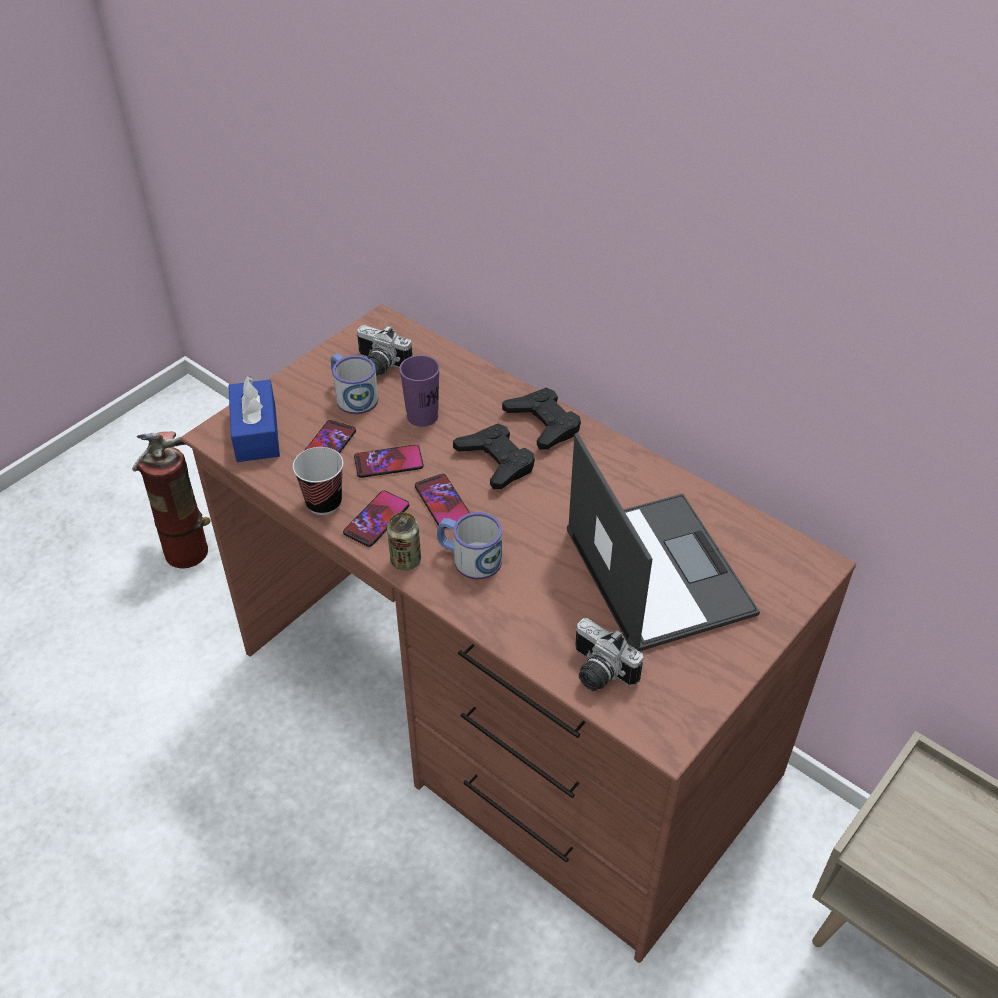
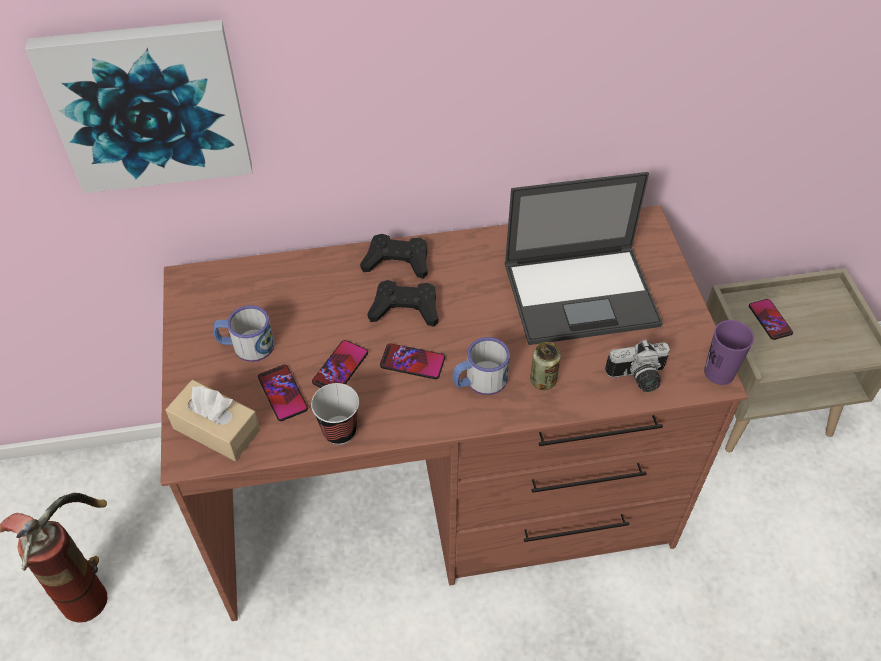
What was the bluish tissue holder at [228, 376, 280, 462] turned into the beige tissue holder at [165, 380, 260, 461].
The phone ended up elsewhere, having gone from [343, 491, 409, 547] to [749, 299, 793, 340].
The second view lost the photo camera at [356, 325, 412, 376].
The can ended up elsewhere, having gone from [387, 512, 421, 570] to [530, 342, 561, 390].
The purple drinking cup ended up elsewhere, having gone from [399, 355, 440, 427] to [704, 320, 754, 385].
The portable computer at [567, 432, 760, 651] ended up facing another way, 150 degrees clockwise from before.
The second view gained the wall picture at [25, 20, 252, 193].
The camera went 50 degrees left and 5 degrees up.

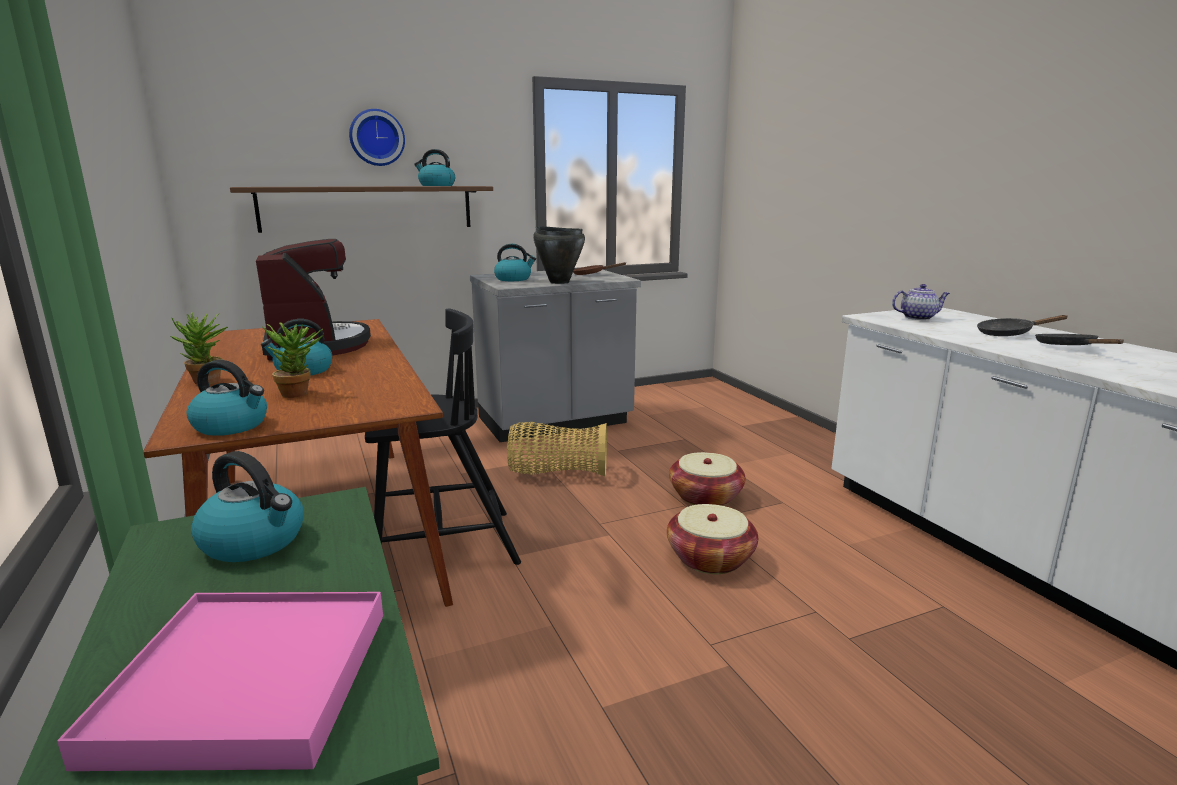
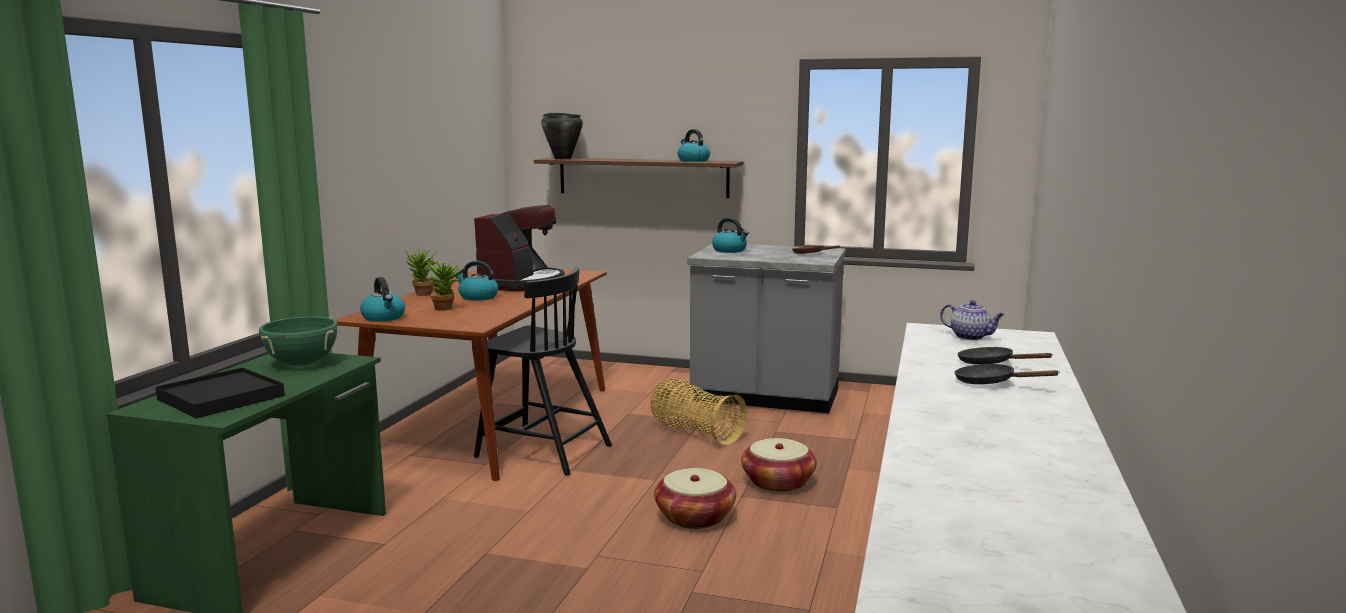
What was the pink tray at [57, 592, 383, 771] turned into the black tray at [155, 367, 285, 418].
Where the kettle stood at [191, 451, 303, 562], the green saucepot came to stand at [259, 316, 338, 366].
The second view lost the clock on the wall at [349, 109, 405, 166].
The black saucepot ended up elsewhere, having gone from [533, 226, 585, 284] to [541, 113, 583, 159].
The black skillet at [1035, 334, 1124, 345] ended up facing another way, 90 degrees counterclockwise from before.
The camera went 40 degrees right and 5 degrees down.

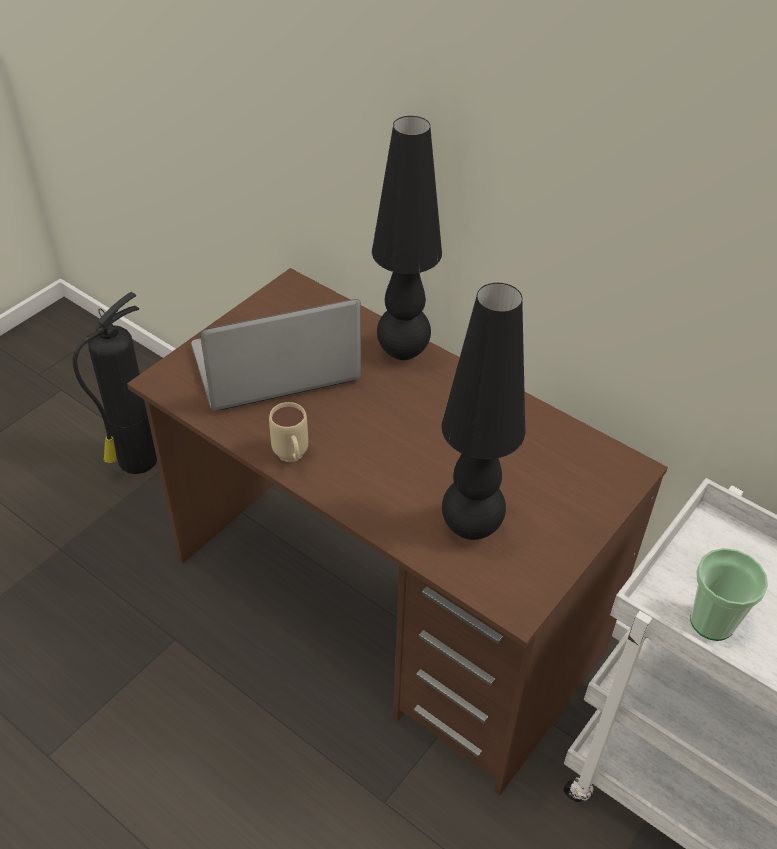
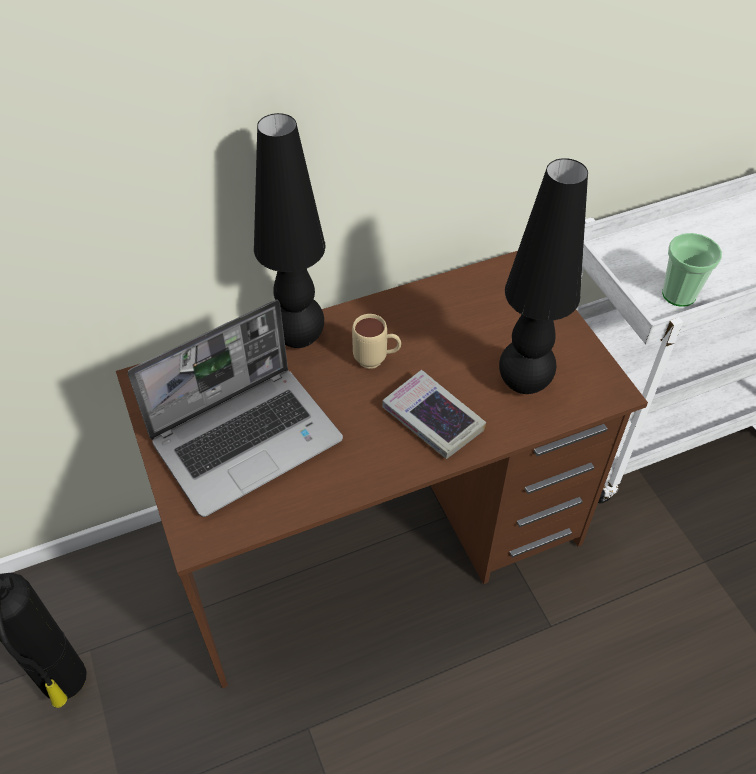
The portable computer at [191, 299, 361, 411] ended up facing another way, 135 degrees counterclockwise from before.
The beige mug ended up elsewhere, having gone from [269, 402, 308, 462] to [352, 314, 401, 369].
The second view gained the book at [382, 370, 486, 459].
The camera went 60 degrees left and 5 degrees up.

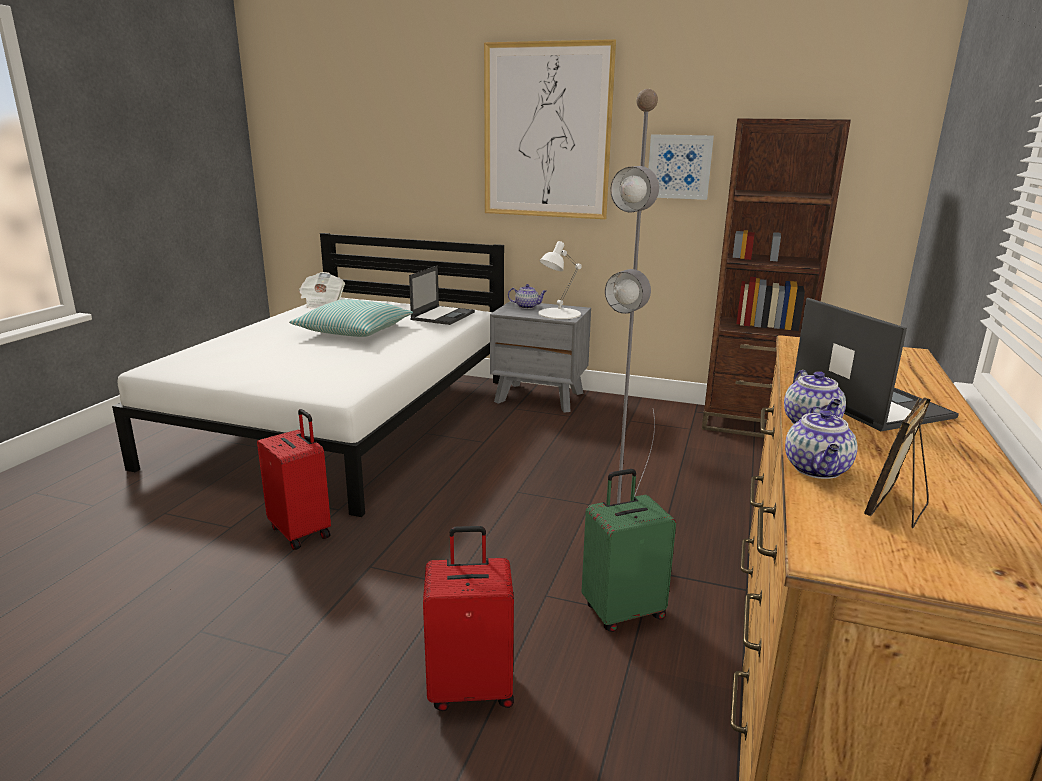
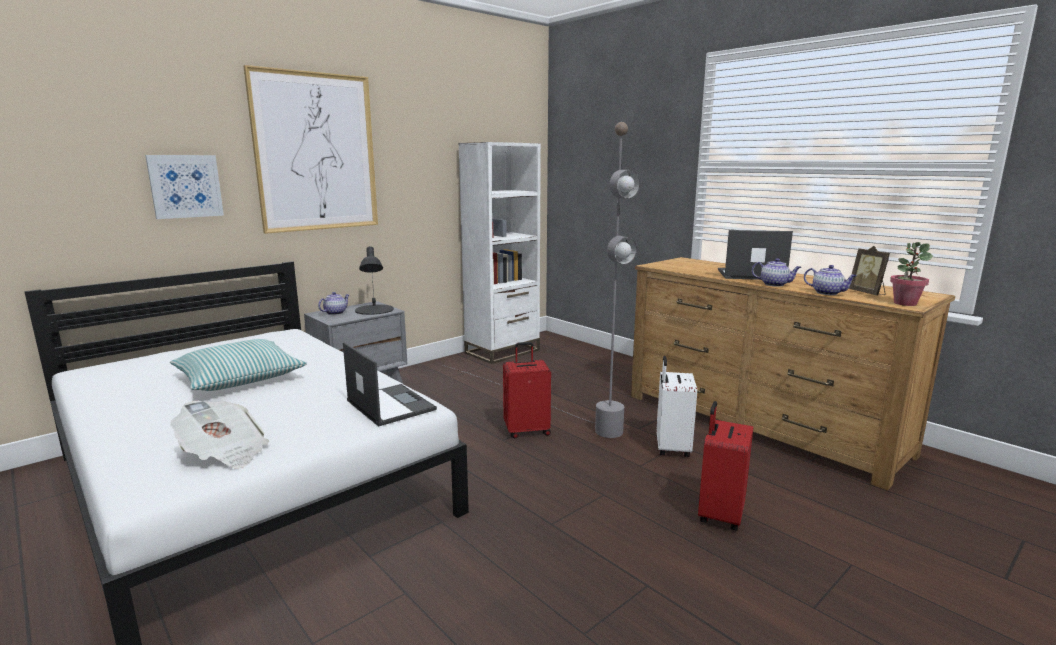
The red suitcase ended up elsewhere, having gone from [257, 409, 331, 550] to [503, 342, 551, 438].
The daily paper ended up elsewhere, having gone from [299, 272, 345, 309] to [170, 400, 269, 469].
The portable computer ended up elsewhere, having gone from [409, 266, 475, 325] to [343, 342, 437, 427].
What was the whitish tabletop lamp at [538, 241, 582, 319] turned into the black tabletop lamp at [355, 246, 394, 315].
What was the green suitcase at [582, 469, 676, 632] turned into the whitish suitcase at [657, 356, 697, 457].
The wall picture ended up elsewhere, having gone from [649, 134, 714, 200] to [145, 155, 224, 219].
What was the brown-coloured bookshelf at [702, 119, 851, 438] turned into the whitish bookshelf at [458, 142, 541, 364].
The second view gained the plant in a pot at [890, 242, 933, 306].
The camera went 60 degrees left and 5 degrees down.

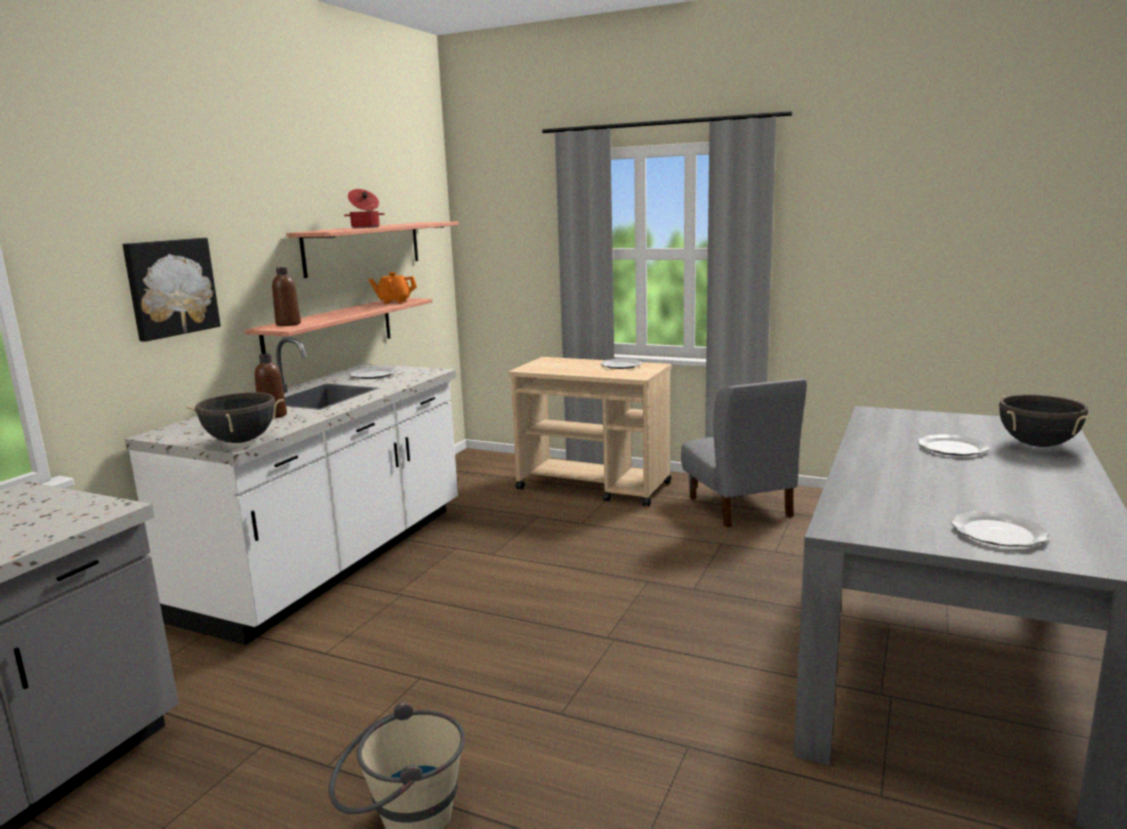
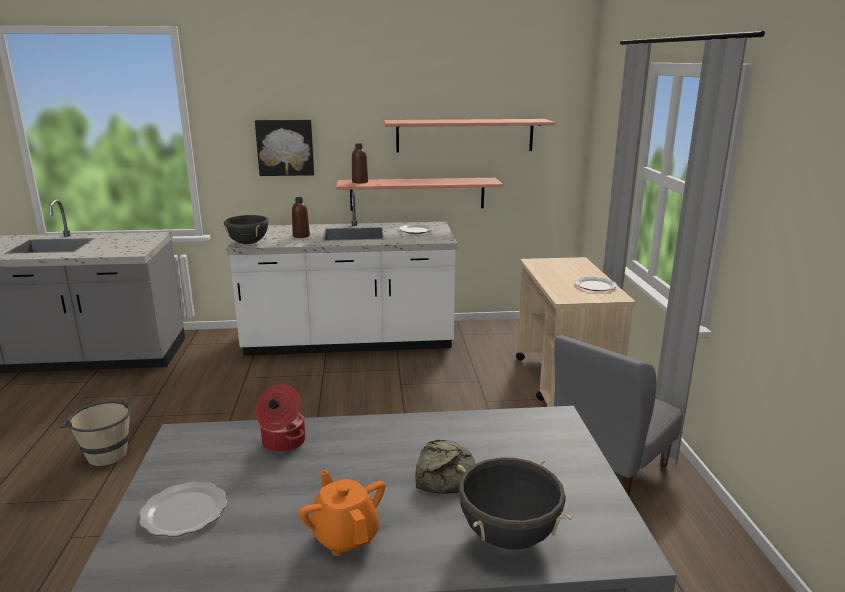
The saucepot ended up elsewhere, having gone from [344, 189, 385, 228] to [256, 384, 305, 453].
The orange-coloured tea pot ended up elsewhere, having gone from [368, 272, 417, 304] to [298, 470, 385, 556].
Where the plate stood at [918, 435, 989, 456], the baked bread came to stand at [415, 439, 476, 494].
The camera went 60 degrees right and 5 degrees up.

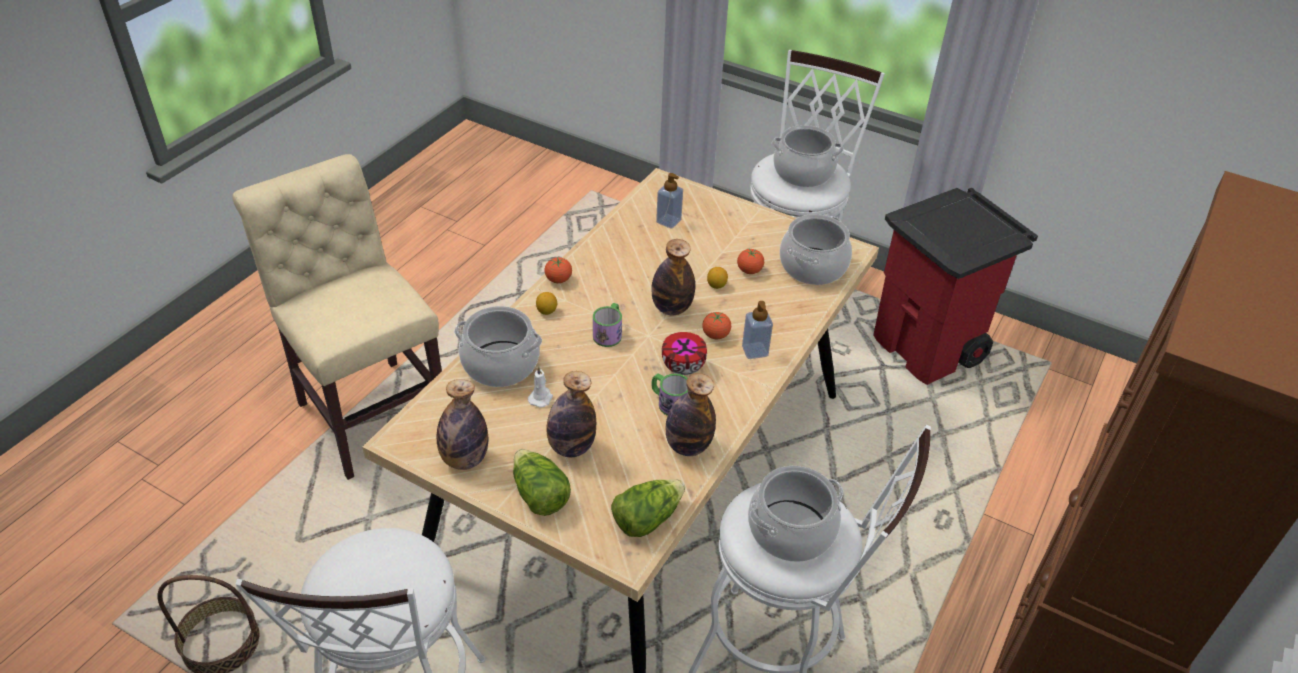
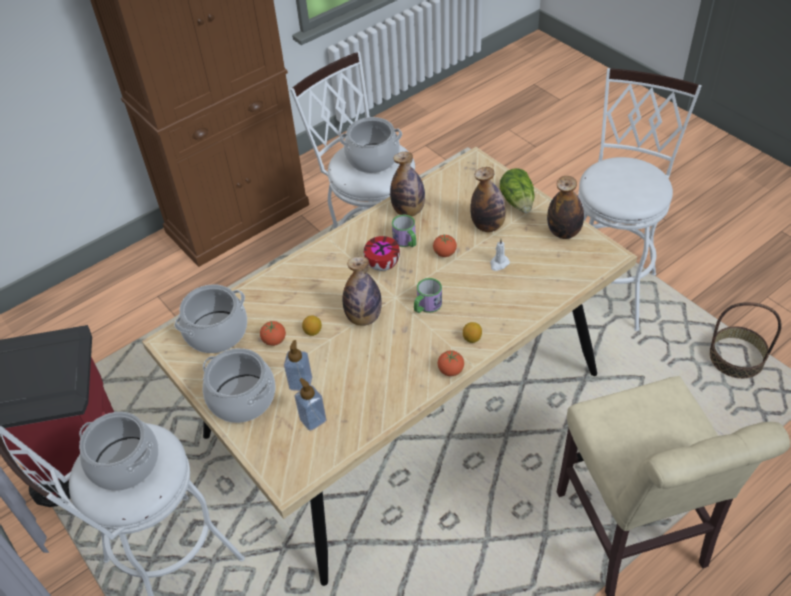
The saucepot ended up elsewhere, having gone from [454, 306, 542, 387] to [203, 348, 275, 423].
The second view lost the lettuce head at [611, 479, 685, 537].
The whole tomato ended up elsewhere, having gone from [702, 312, 731, 339] to [433, 235, 457, 257].
The liquid soap bottle ended up elsewhere, having gone from [742, 301, 773, 359] to [284, 340, 312, 391].
The camera went 155 degrees left and 5 degrees up.

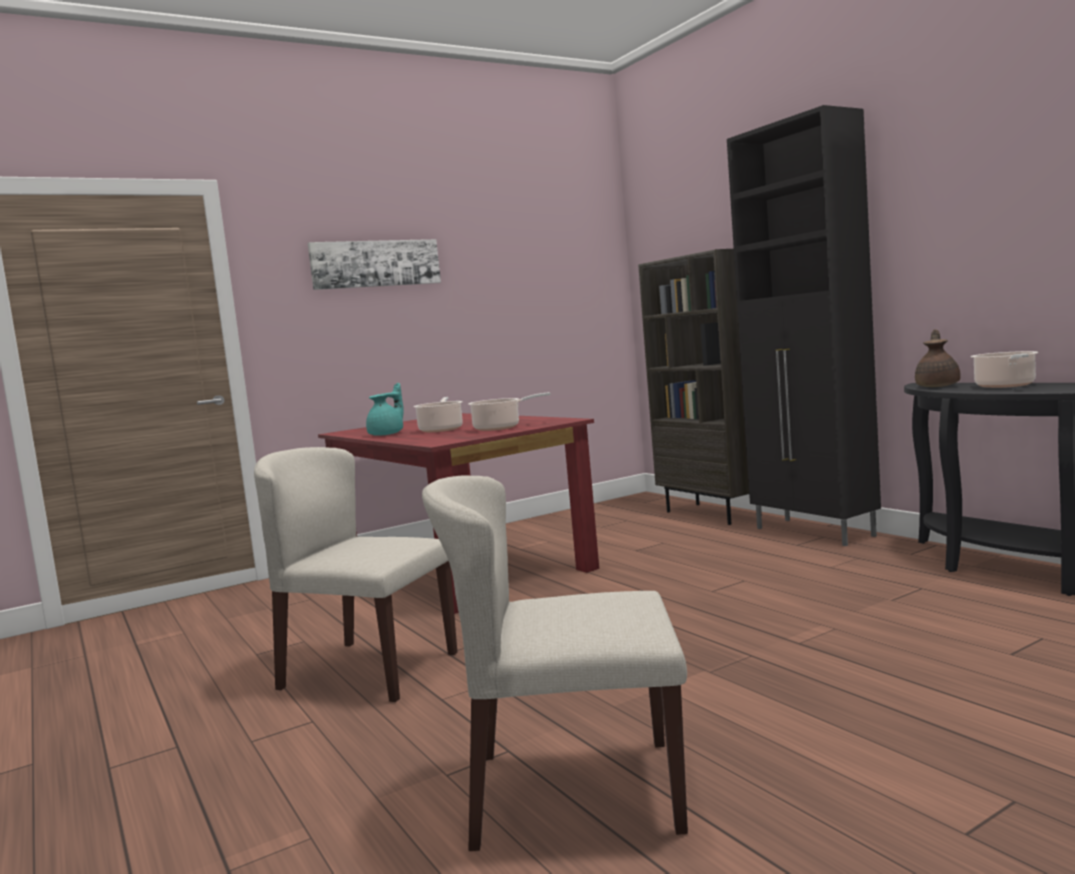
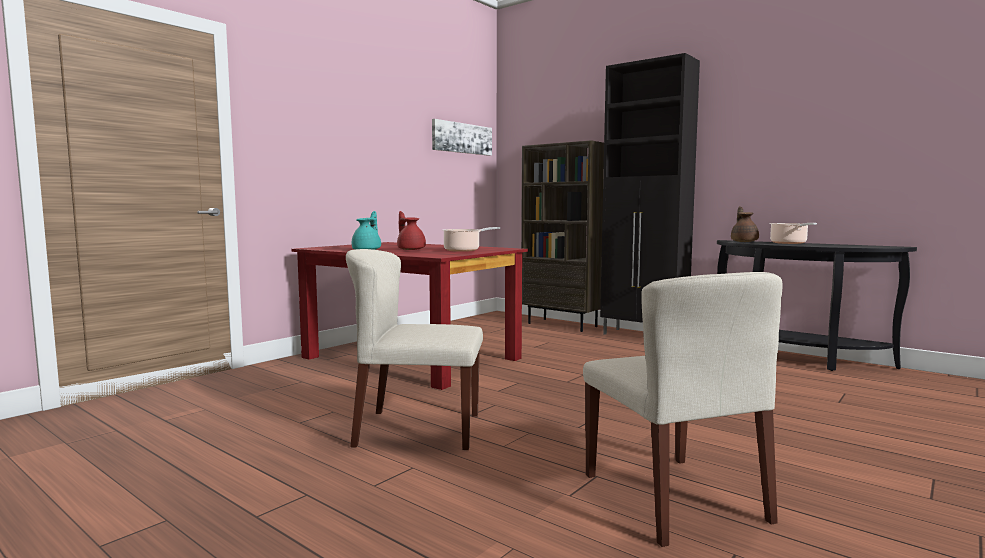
The wall picture ended up elsewhere, having gone from [308, 239, 441, 290] to [432, 119, 492, 156].
Where the saucepot stood at [413, 397, 463, 432], the red tea pot came to stand at [397, 211, 426, 250].
The beige chair at [422, 475, 688, 851] ended up facing another way, 90 degrees counterclockwise from before.
The camera went 20 degrees left and 0 degrees up.

